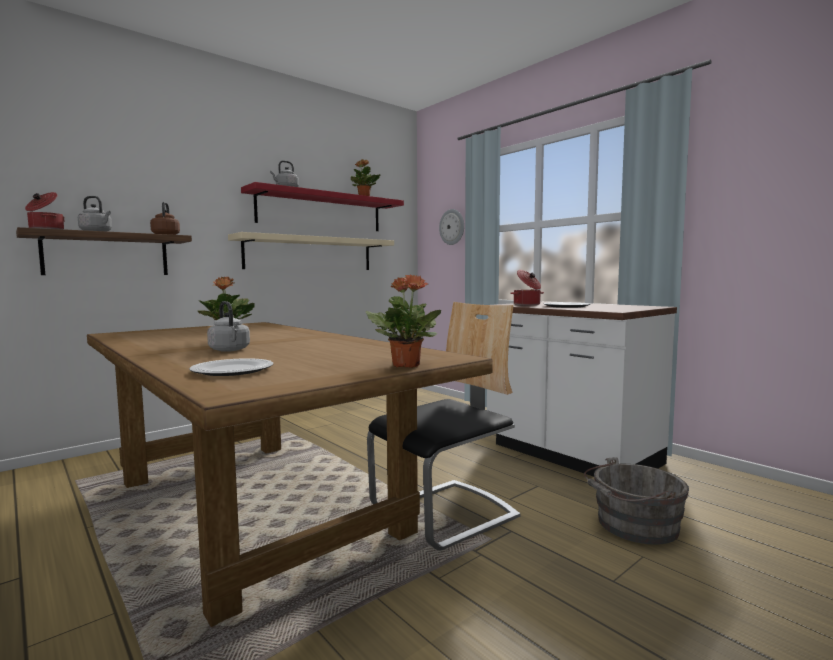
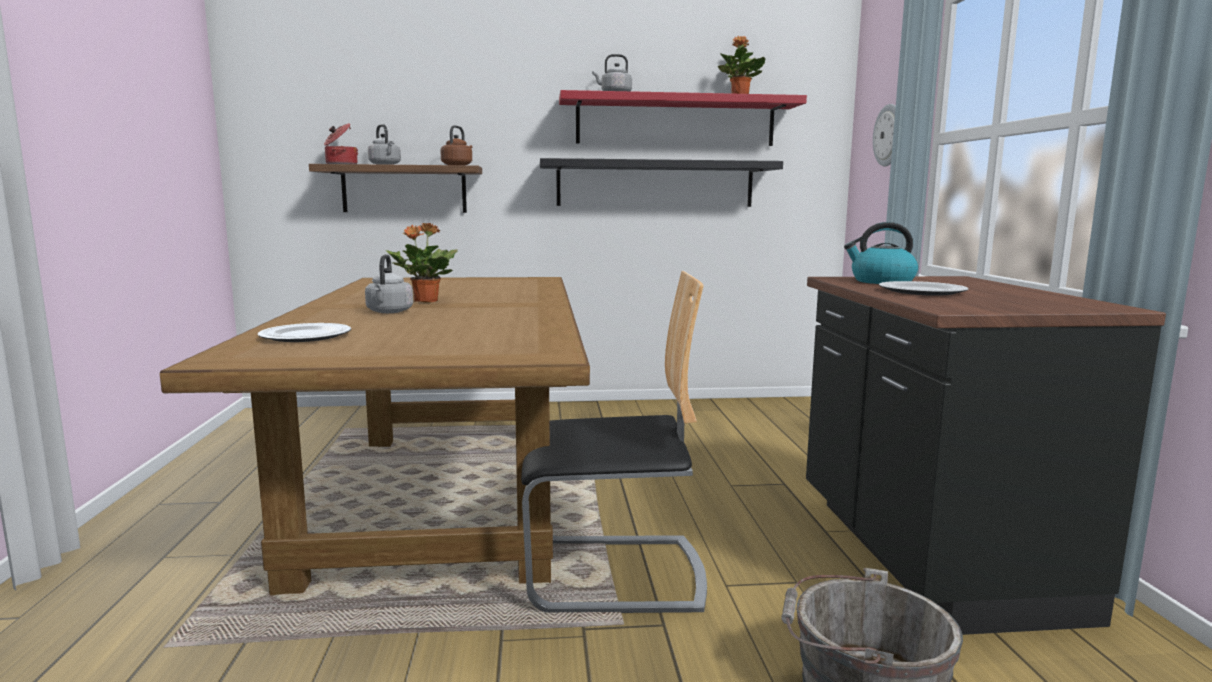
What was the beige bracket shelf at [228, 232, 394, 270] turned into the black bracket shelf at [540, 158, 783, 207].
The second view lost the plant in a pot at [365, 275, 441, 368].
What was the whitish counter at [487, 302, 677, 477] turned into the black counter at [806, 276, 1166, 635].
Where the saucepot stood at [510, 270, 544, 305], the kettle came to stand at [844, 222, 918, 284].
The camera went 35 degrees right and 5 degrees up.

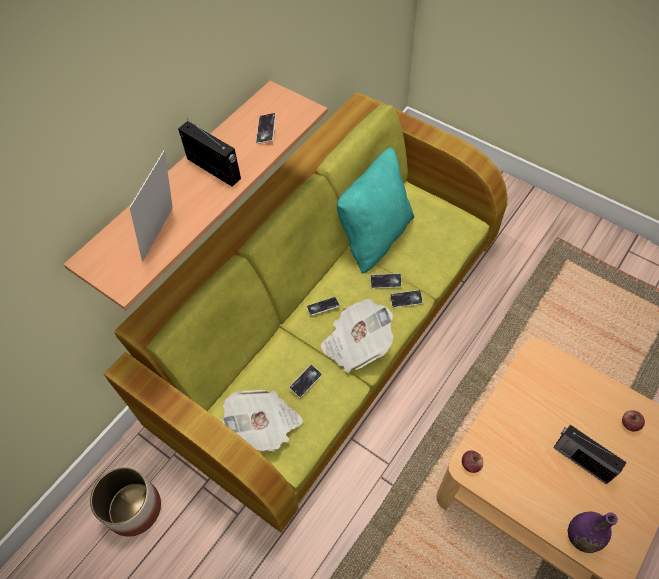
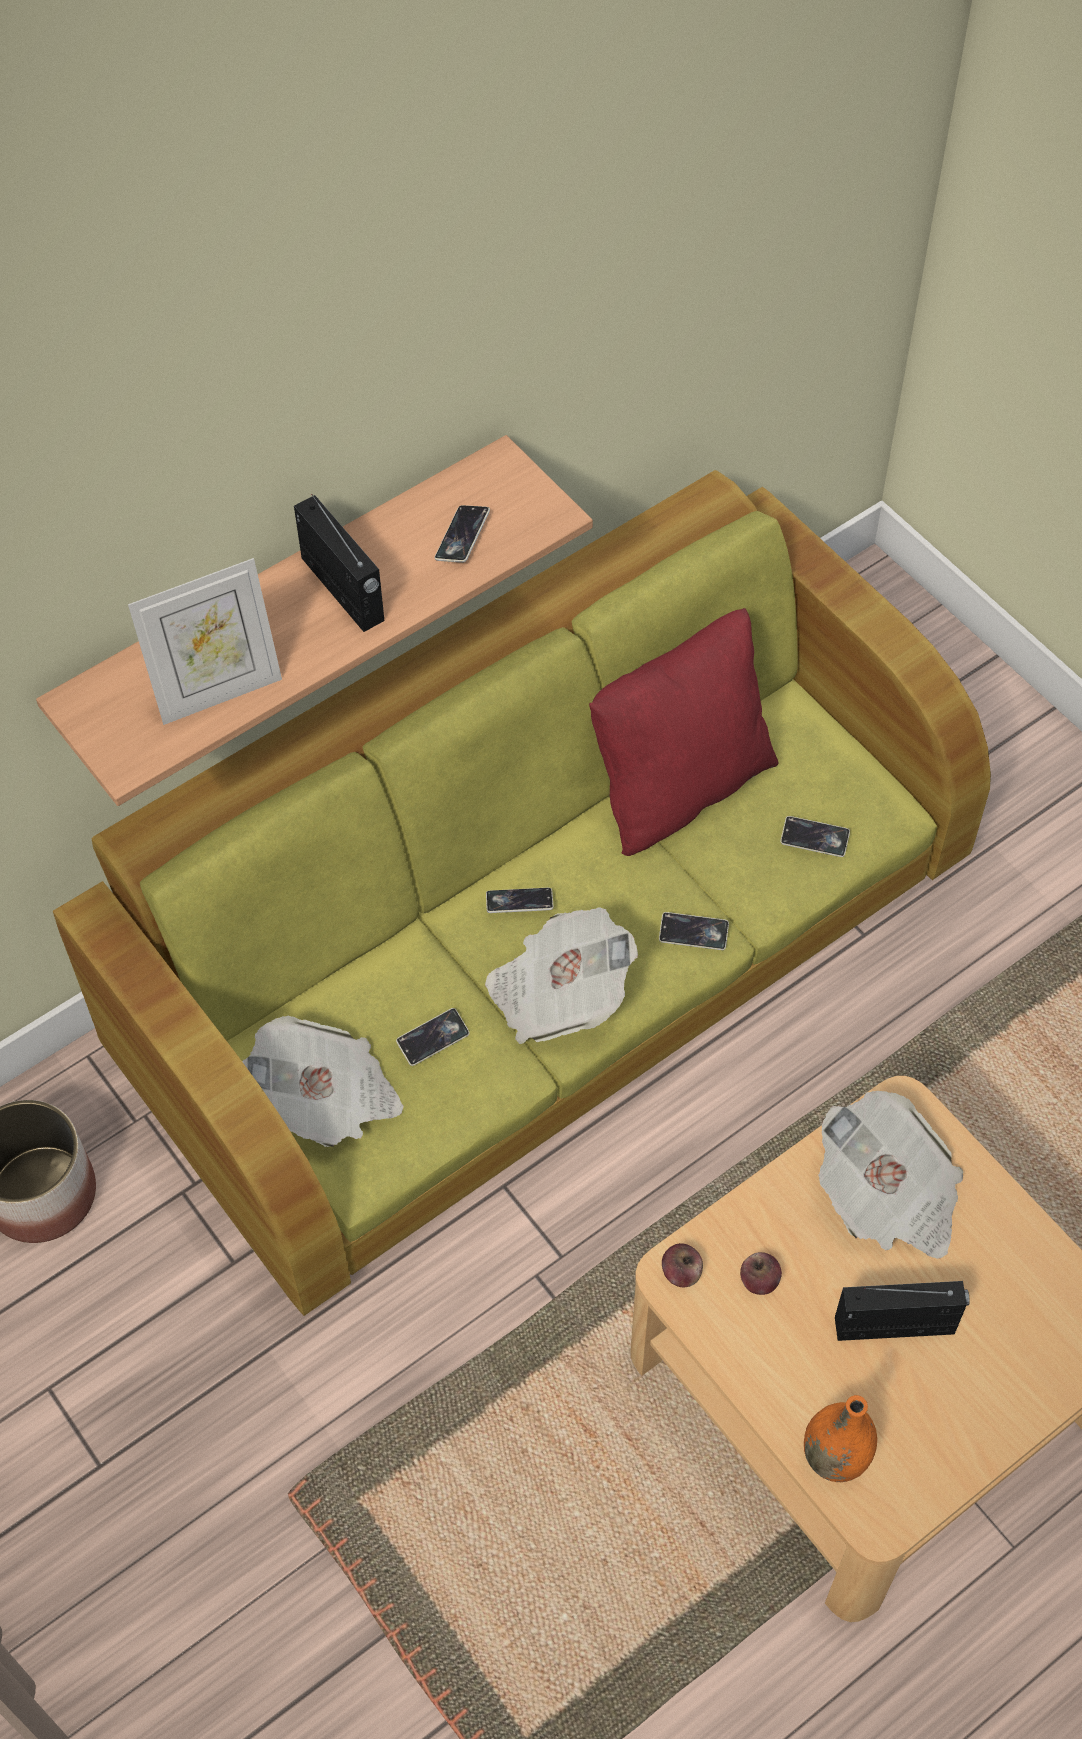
The standing frame at [130, 150, 173, 262] ended up facing another way, 150 degrees counterclockwise from before.
What was the turquoise pillow at [337, 147, 414, 274] turned into the red pillow at [589, 608, 779, 856].
The phone ended up elsewhere, having gone from [370, 273, 402, 289] to [780, 816, 850, 857].
The radio at [553, 425, 627, 484] ended up facing another way, 120 degrees clockwise from before.
What was the purple vase at [568, 512, 618, 553] turned into the orange-coloured vase at [804, 1395, 877, 1482].
The whole apple ended up elsewhere, having gone from [622, 410, 645, 431] to [740, 1252, 782, 1295].
The second view gained the daily paper at [818, 1091, 963, 1259].
The camera went 15 degrees right and 0 degrees up.

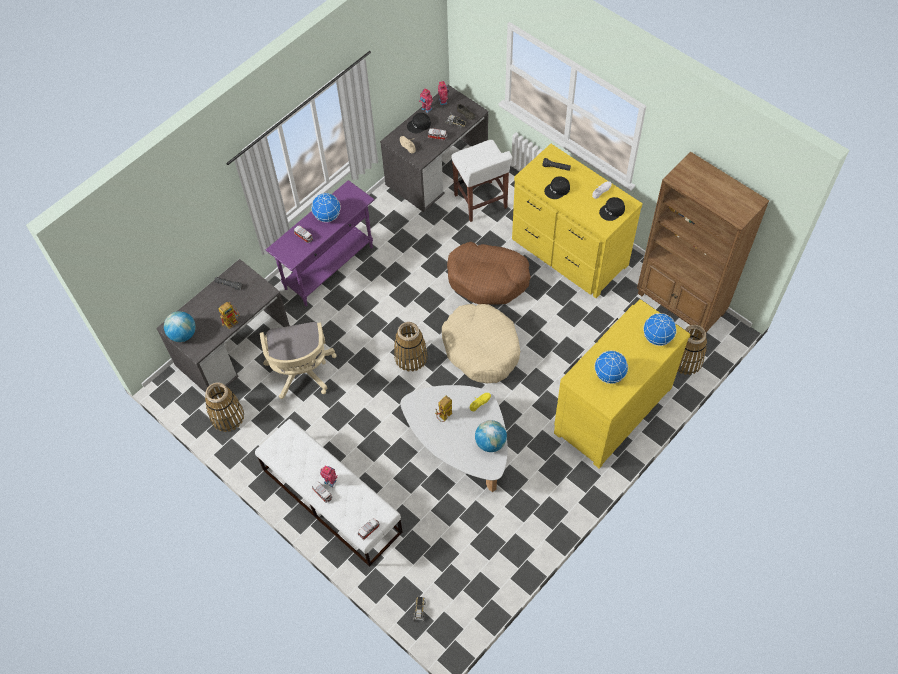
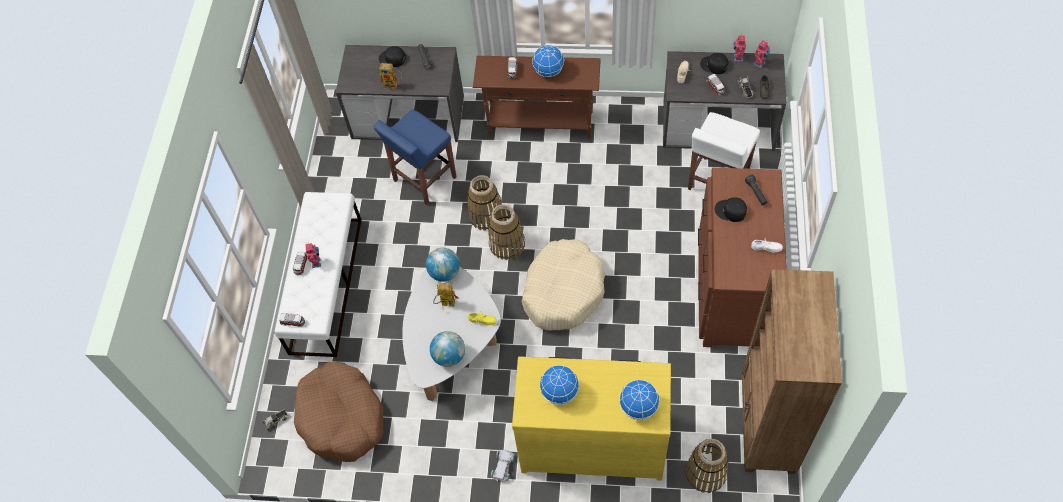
The world globe ended up elsewhere, having gone from [164, 311, 196, 342] to [426, 248, 460, 282].
The household basket ended up elsewhere, having gone from [205, 383, 244, 432] to [467, 175, 503, 231].
Where the beige computer chair stood at [260, 322, 337, 399], the bluish stool came to stand at [374, 110, 457, 205].
What was the purple narrow table at [266, 180, 375, 306] turned into the brown-coloured narrow table at [473, 56, 601, 138].
The brown-coloured pet bed ended up elsewhere, having gone from [447, 242, 531, 305] to [294, 362, 383, 462].
What was the yellowish dresser at [512, 144, 643, 298] turned into the brown-coloured dresser at [698, 168, 787, 347].
The black peaked cap ended up elsewhere, having gone from [599, 197, 625, 221] to [379, 46, 406, 67].
The second view gained the whitish model car at [491, 450, 515, 482].
The camera went 55 degrees right and 0 degrees up.

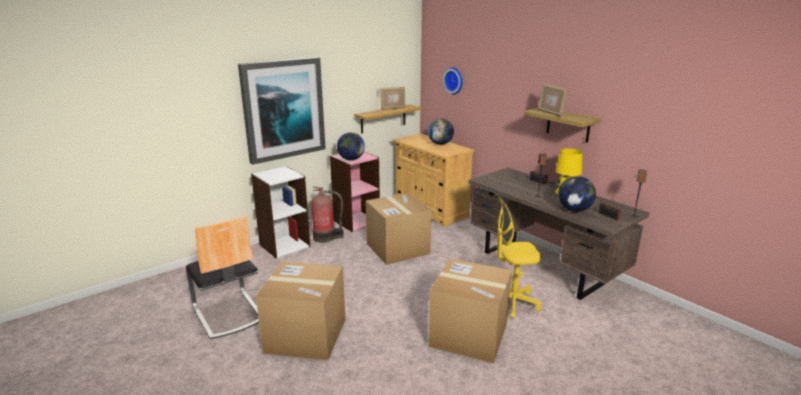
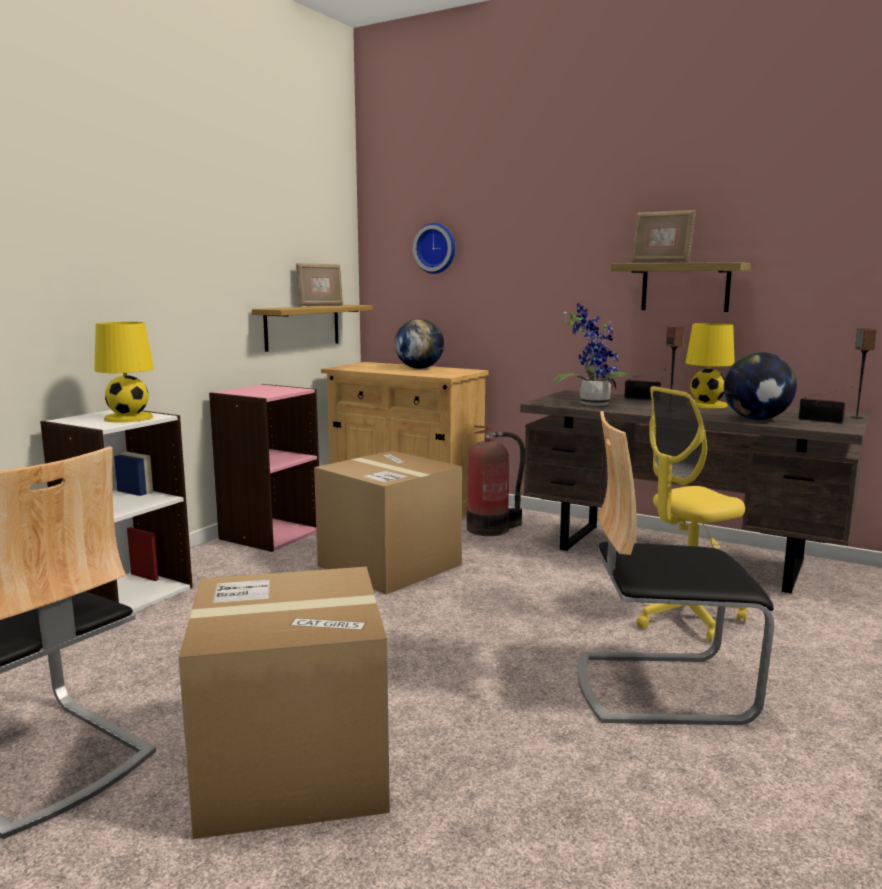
The second view lost the wall picture at [238, 57, 326, 165].
The extinguisher ended up elsewhere, having gone from [311, 187, 344, 243] to [467, 426, 525, 536].
The second view lost the world globe at [337, 132, 365, 160].
Where the carton stood at [428, 259, 512, 363], the chair came to stand at [578, 411, 774, 725].
The second view gained the yellowish tabletop lamp at [94, 322, 154, 423].
The second view gained the plant in a pot at [553, 303, 636, 406].
The camera went 20 degrees left and 10 degrees down.

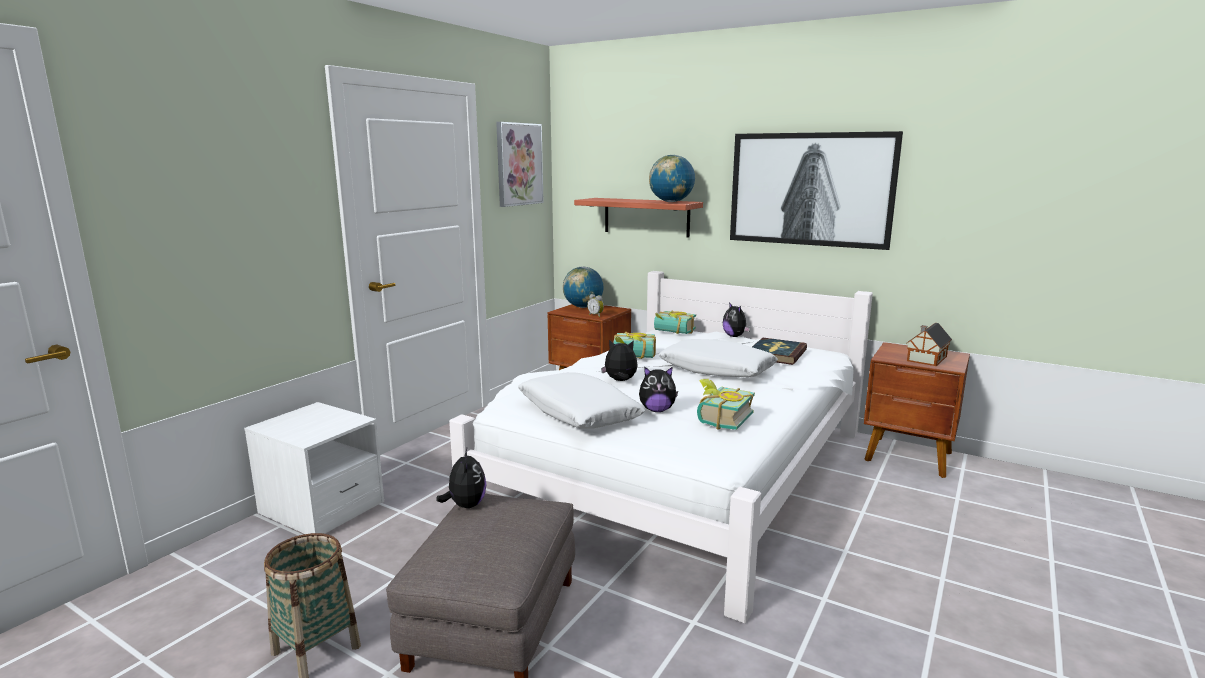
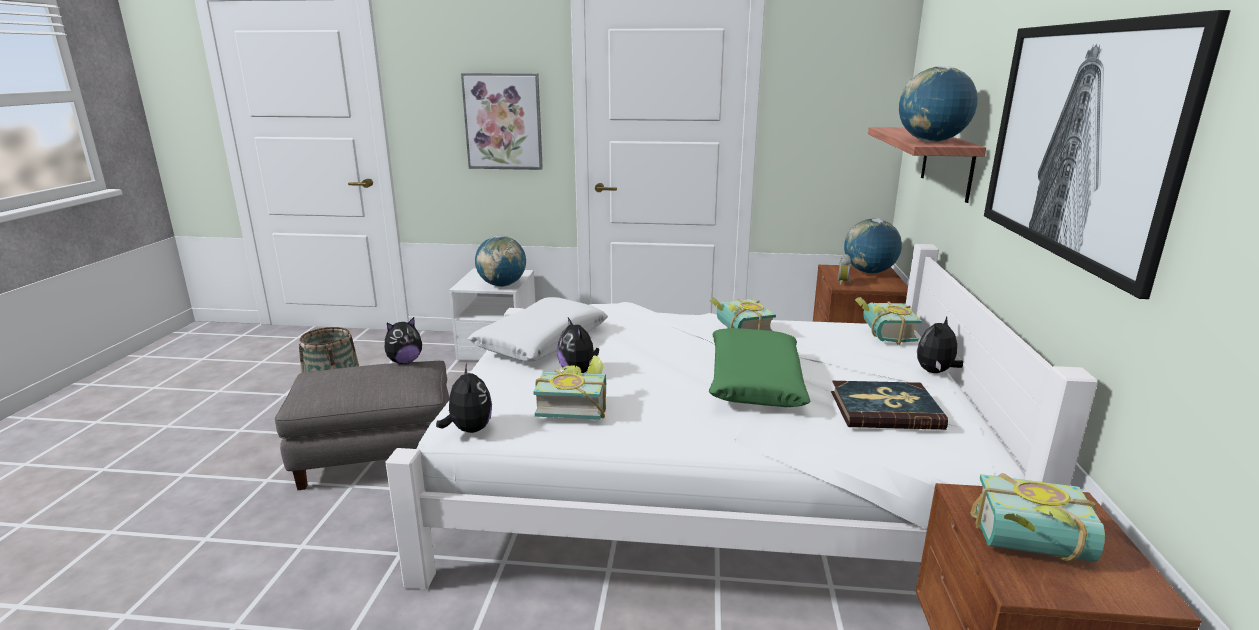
The wall picture ended up elsewhere, having gone from [496, 122, 544, 207] to [461, 73, 543, 170].
The plush toy ended up elsewhere, having gone from [601, 340, 638, 381] to [436, 364, 492, 433].
What was the whitish pillow at [659, 339, 778, 377] turned into the green pillow at [709, 328, 811, 407].
Where the miniature house stood at [907, 323, 952, 366], the book came to stand at [970, 473, 1105, 562].
The second view gained the world globe at [475, 236, 526, 287].
The camera went 65 degrees right and 5 degrees up.

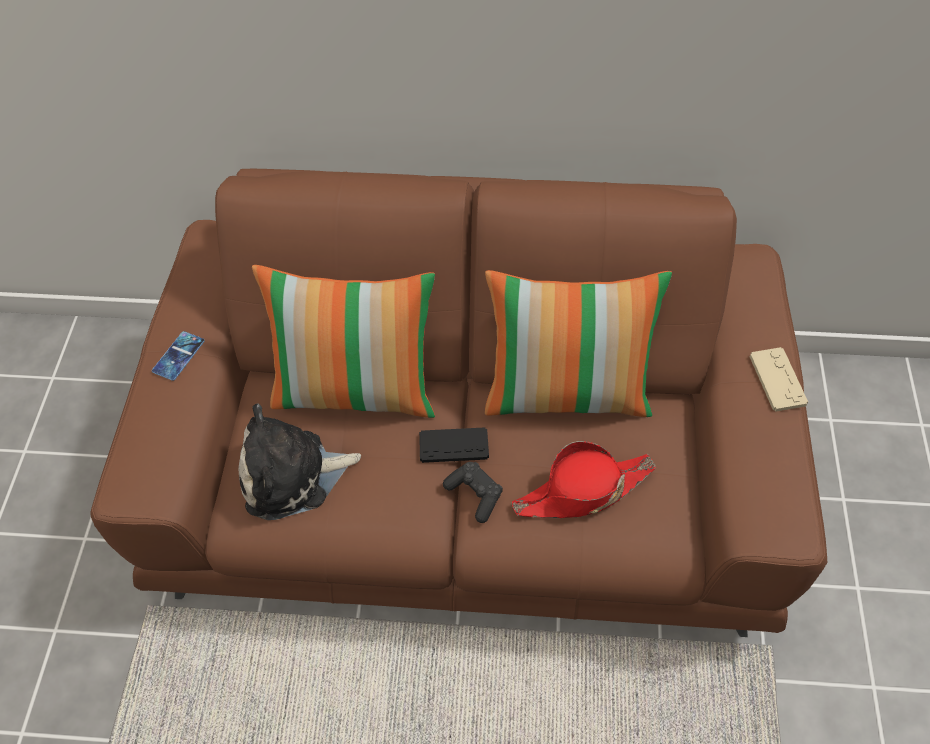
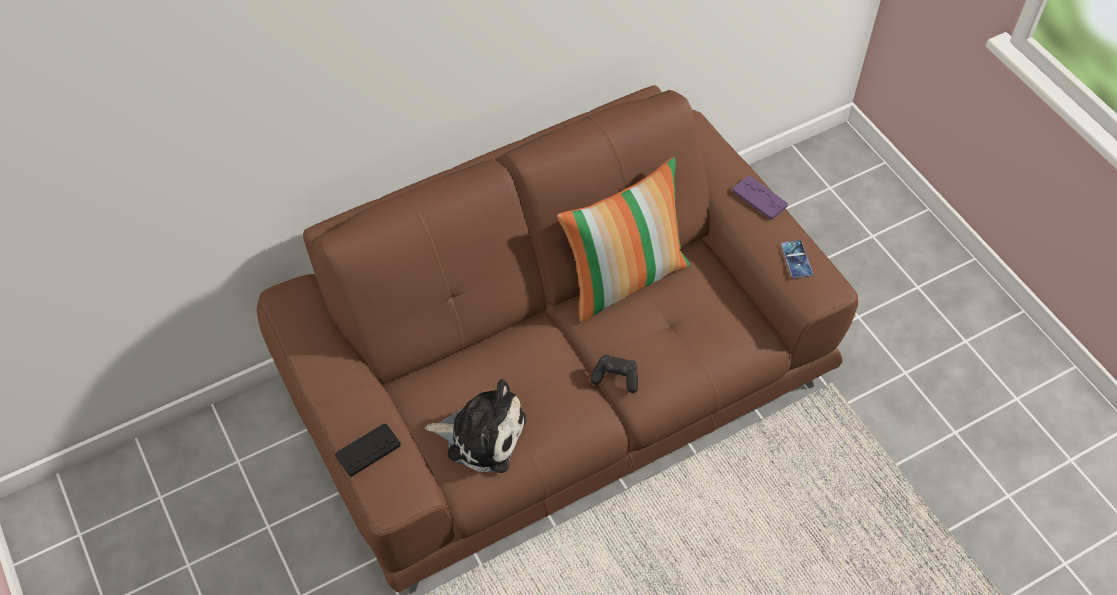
The phone ended up elsewhere, having gone from [152, 331, 205, 381] to [781, 240, 813, 278].
The plush toy at [239, 403, 361, 520] ended up facing another way, 120 degrees counterclockwise from before.
The second view lost the pillow at [252, 265, 435, 418].
The black gamepad ended up elsewhere, having gone from [419, 427, 489, 463] to [335, 424, 401, 476].
The second view lost the red clothing hat at [511, 441, 656, 518].
What was the beige gamepad at [750, 347, 808, 412] turned into the purple gamepad at [733, 176, 788, 219].
The camera went 35 degrees left and 0 degrees up.

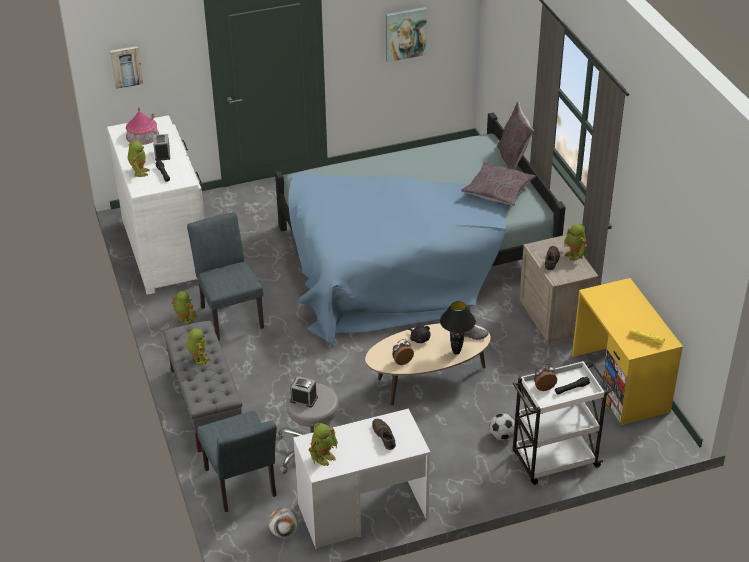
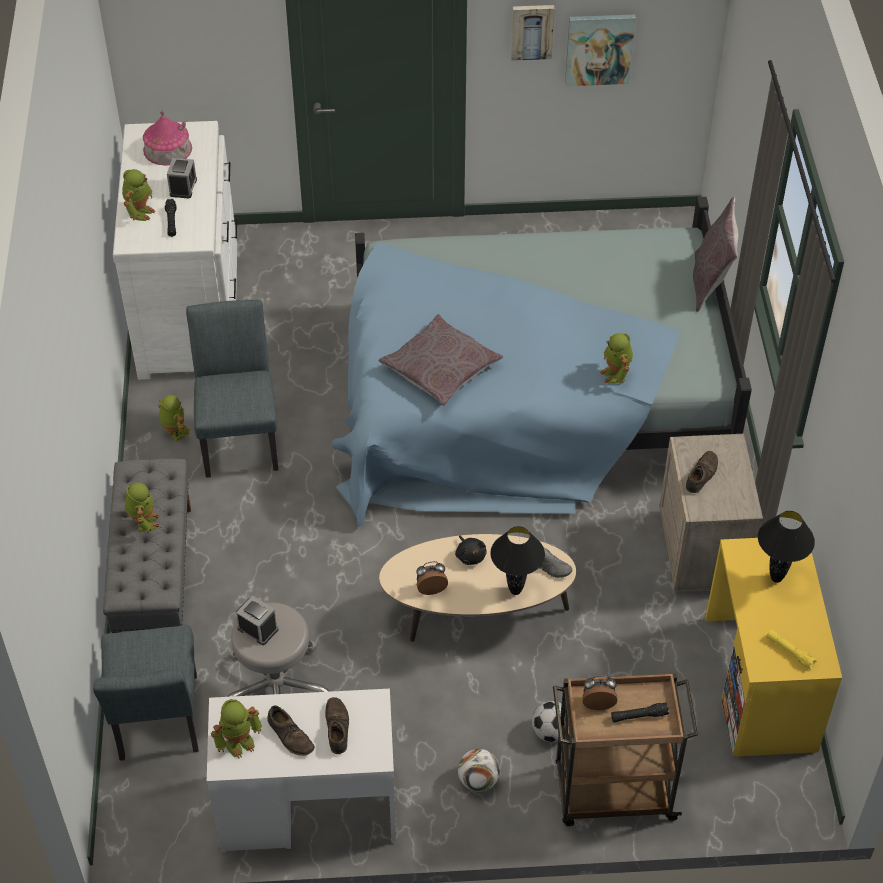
The wall picture ended up elsewhere, having gone from [110, 46, 143, 89] to [511, 5, 554, 61].
The football ball ended up elsewhere, having gone from [269, 508, 298, 538] to [458, 749, 500, 792].
The gray pillow ended up elsewhere, having gone from [461, 162, 535, 206] to [379, 314, 503, 406].
What was the whitish cart at [513, 360, 612, 485] turned into the brown-coloured cart at [553, 673, 698, 826].
The toy robot ended up elsewhere, having gone from [564, 224, 587, 261] to [600, 333, 633, 384].
The second view gained the brown-coloured shoe at [267, 705, 315, 756].
The second view gained the black tabletop lamp at [758, 511, 815, 583].
The camera went 15 degrees right and 10 degrees up.

